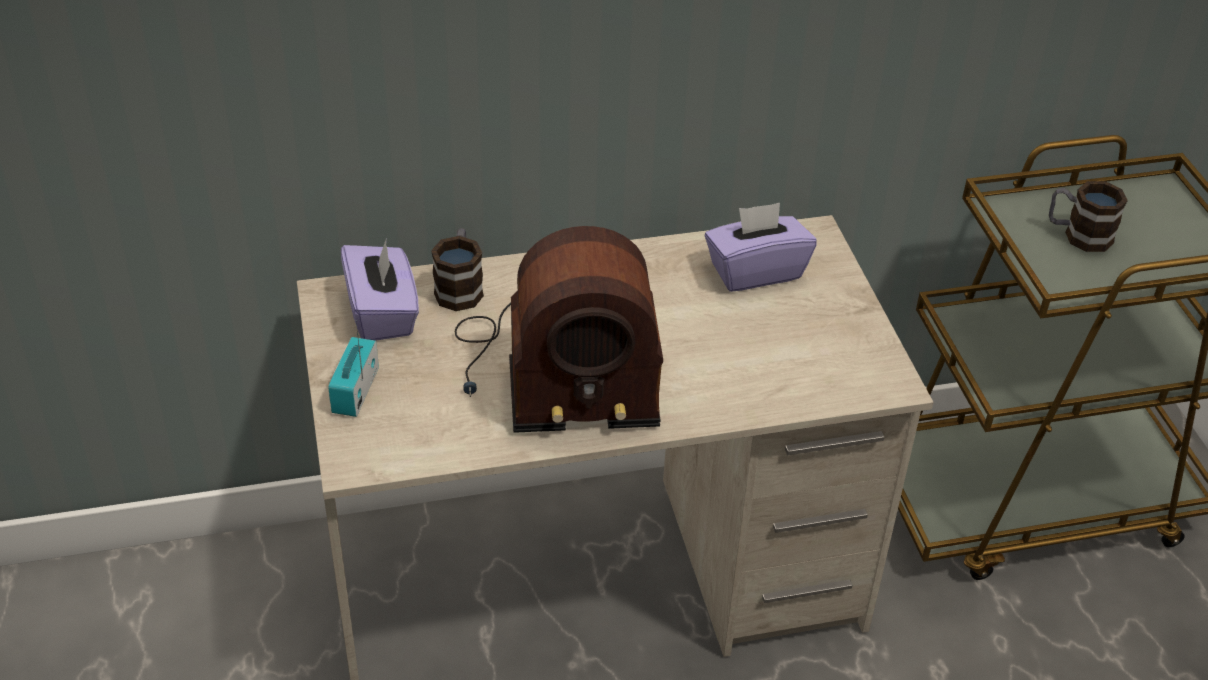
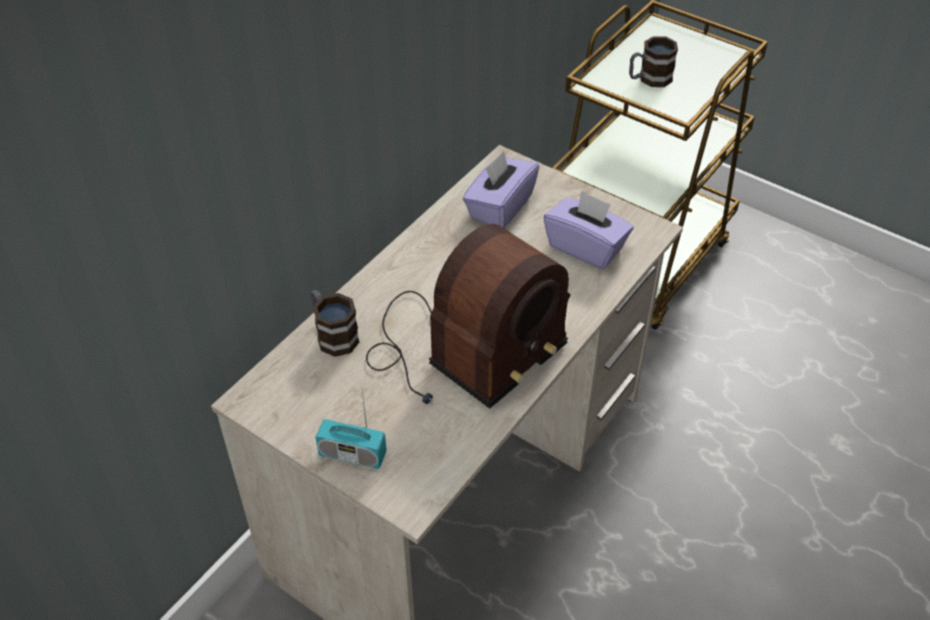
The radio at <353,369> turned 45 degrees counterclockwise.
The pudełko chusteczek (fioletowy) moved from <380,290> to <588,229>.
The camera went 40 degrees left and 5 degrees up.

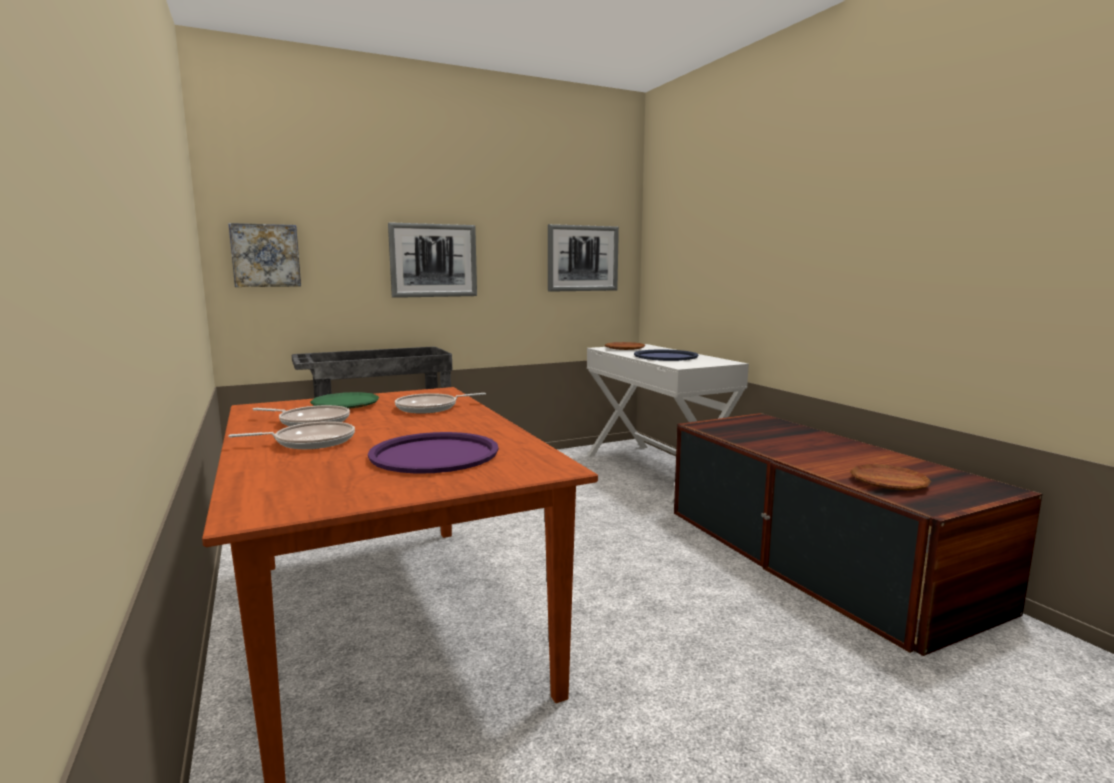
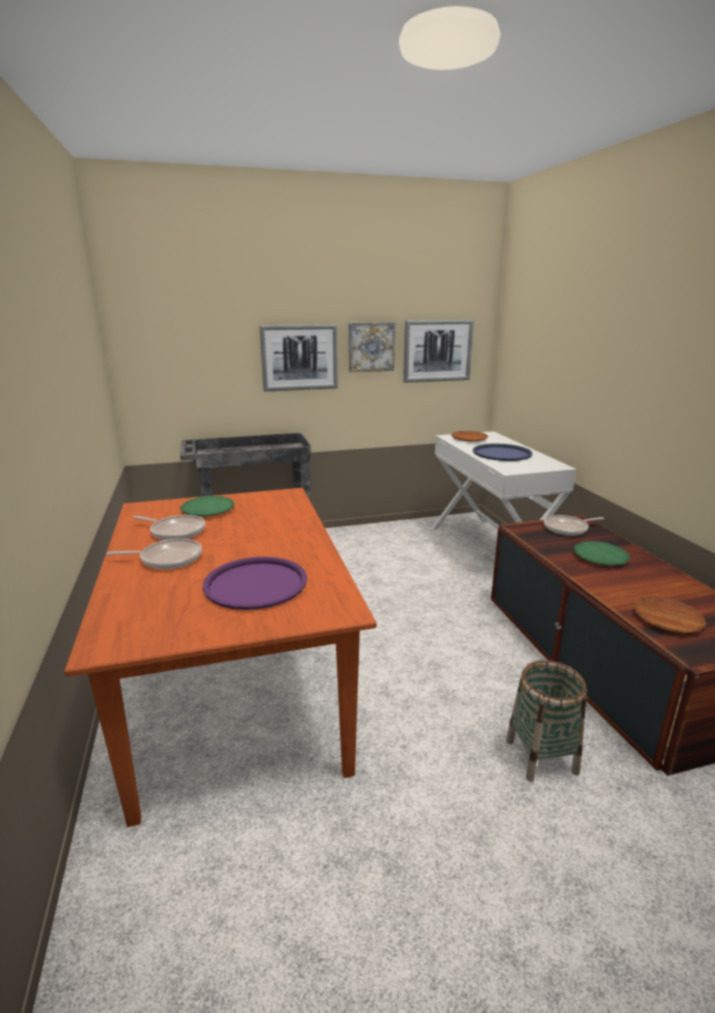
The obraz moved from <264,255> to <371,347>.
The patelnia moved from <440,403> to <574,525>.
The koszyk at <546,721> appeared.
The talerz (zielony) at <602,553> appeared.
The camera went 10 degrees right and 10 degrees up.

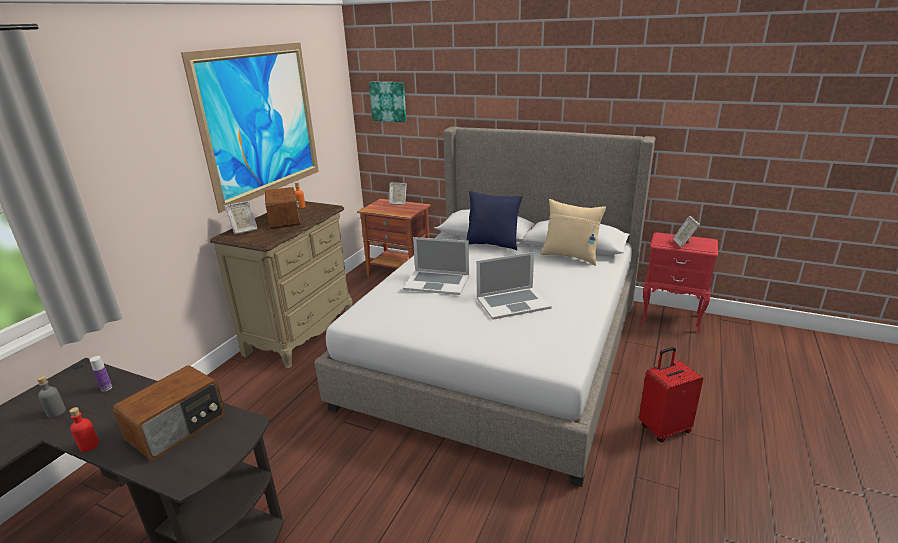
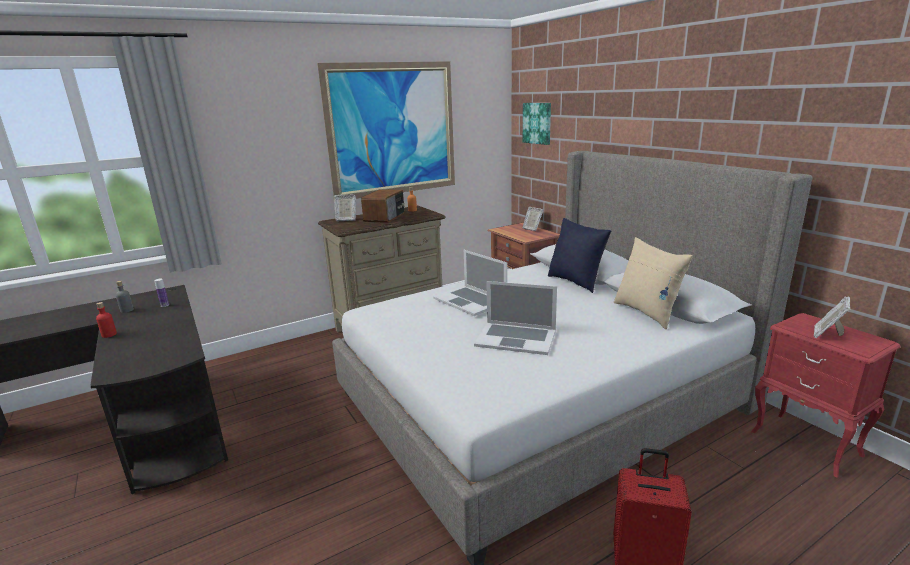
The radio at <169,412> disappeared.
The camera went 35 degrees right and 5 degrees down.

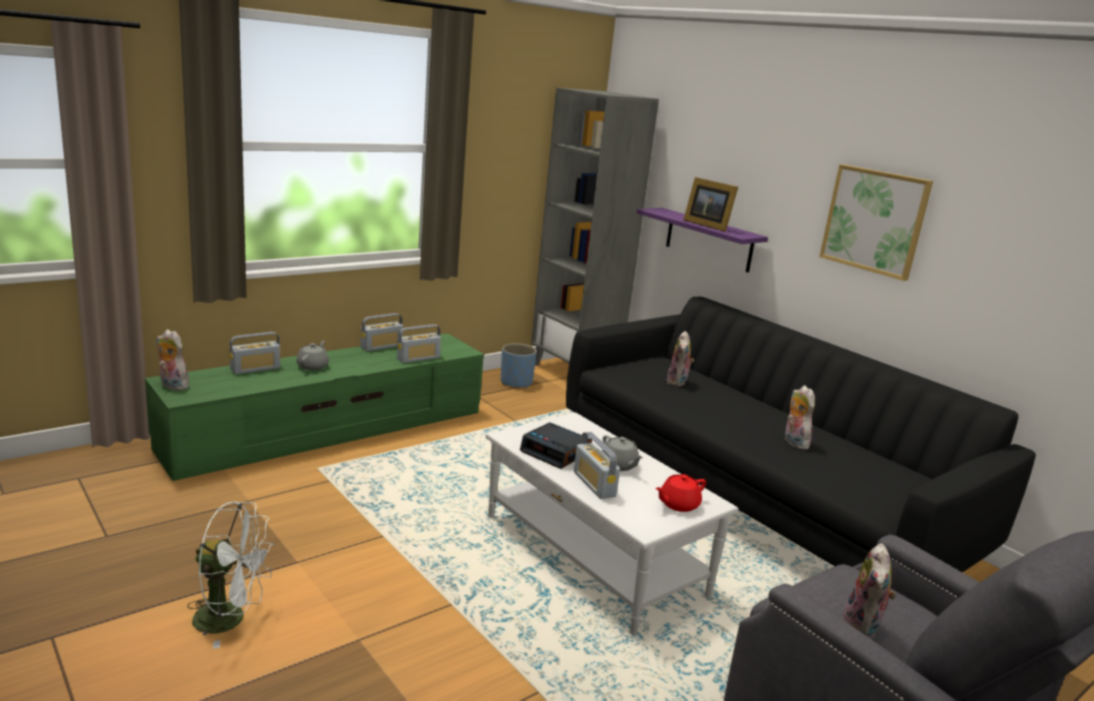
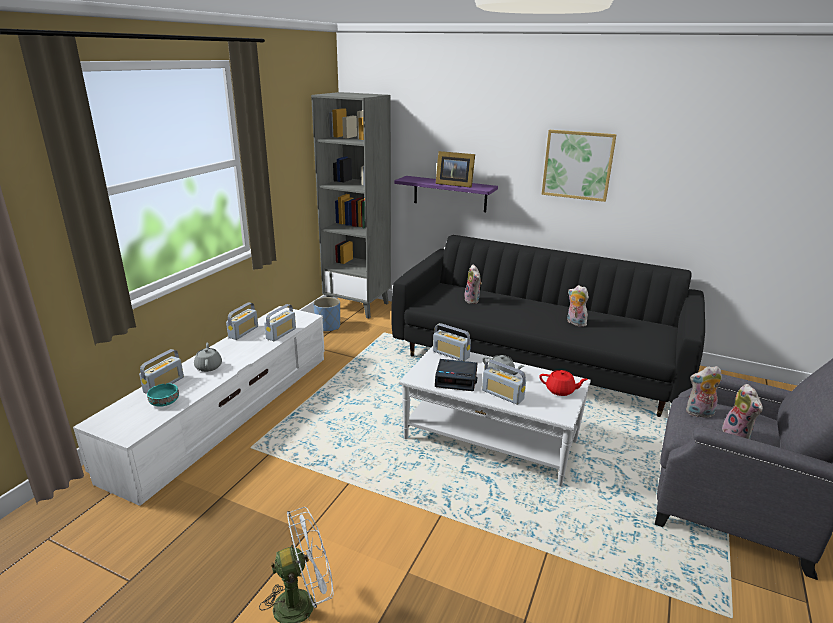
The szafka pod telewizor (zielony) at <314,407> became the szafka pod telewizor (biały) at <198,406>.
The pluszak moved from <172,359> to <704,392>.
The imbryk (czerwony) at <680,493> turned 105 degrees counterclockwise.
The miska (turkusowy) at <163,395> appeared.
The radio at <452,342> appeared.
The camera went 25 degrees left and 5 degrees up.

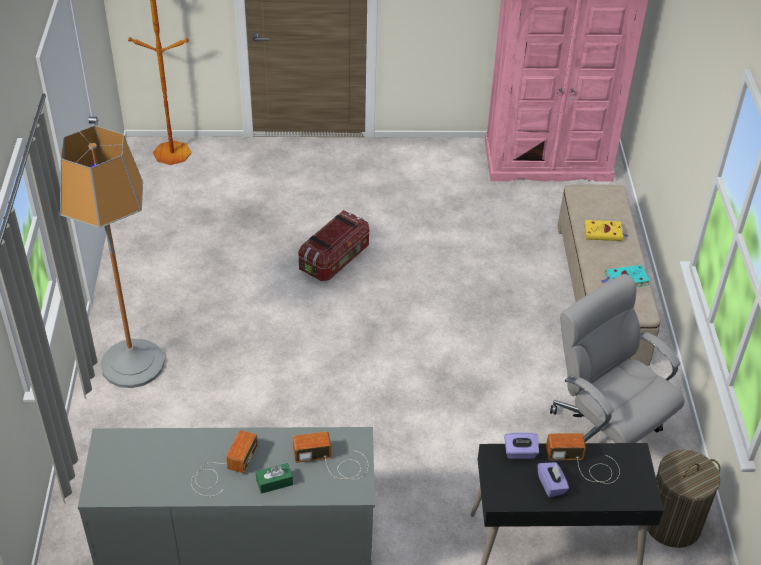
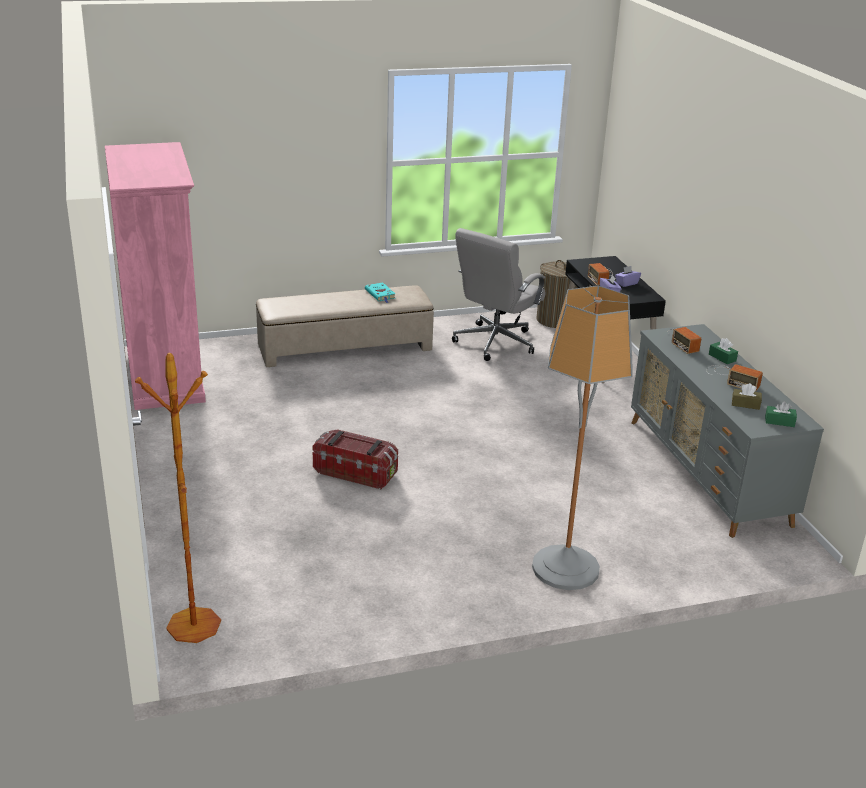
The radio at <224,463> turned 150 degrees counterclockwise.
The książka (żółty) at <606,230> disappeared.
The pudełko chusteczek (brązowy) at <747,396> appeared.
The pudełko chusteczek (zielony) at <781,414> appeared.
The camera went 105 degrees left and 15 degrees down.

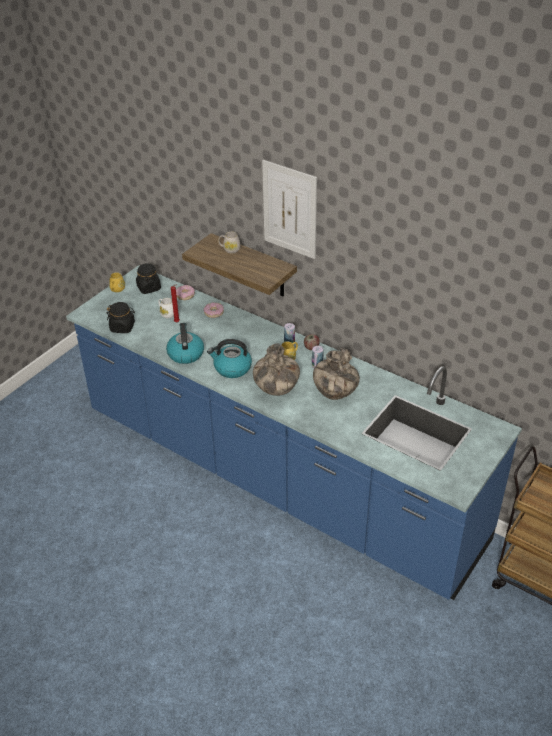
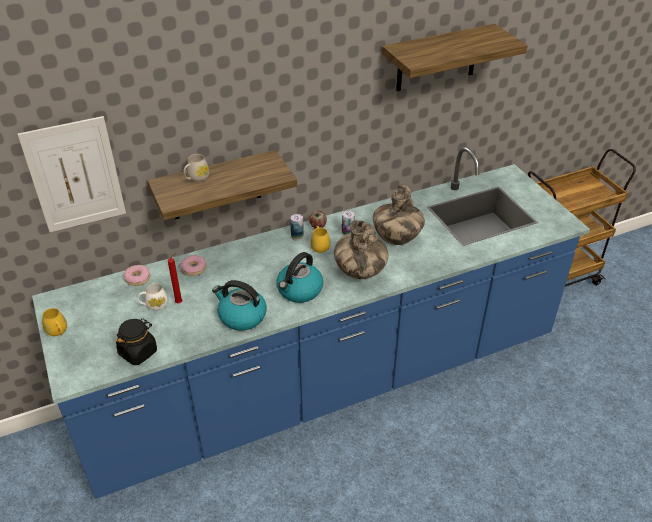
The słoik (czarny) at <148,278> disappeared.
The obraz moved from <289,209> to <72,174>.
The półka at <455,57> appeared.
The camera went 60 degrees left and 0 degrees up.

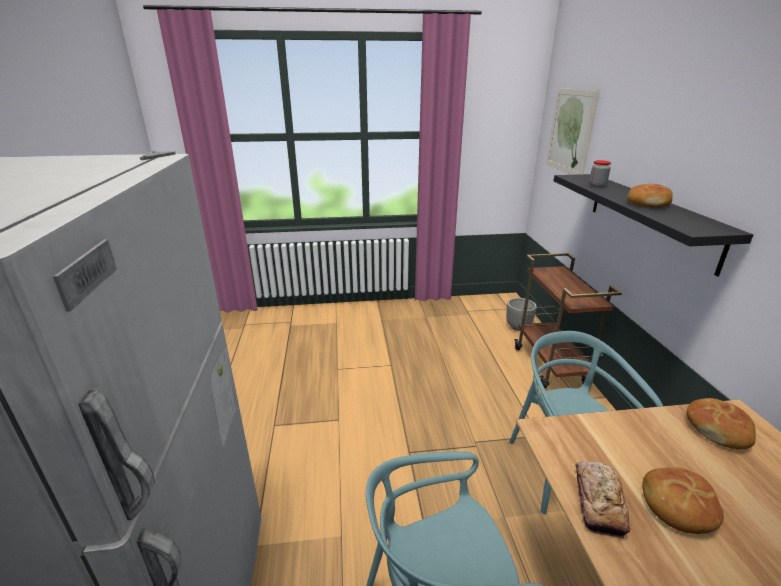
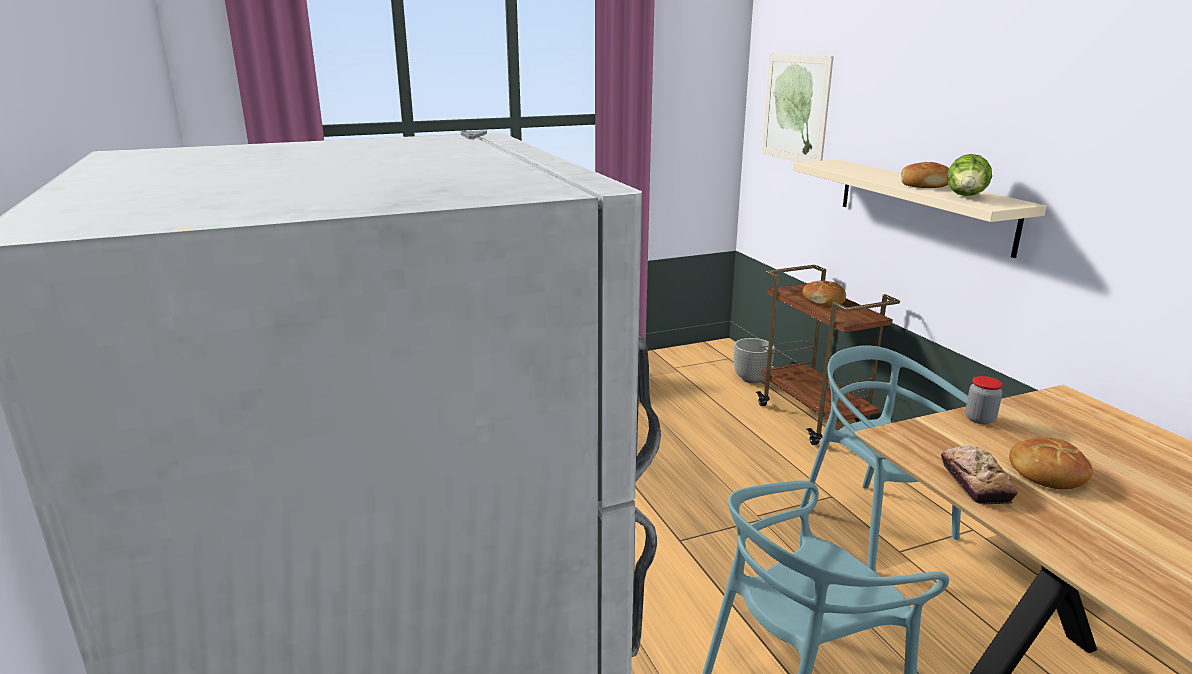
The półka (czarny) at <653,225> became the półka (beżowy) at <920,208>.
The słoik moved from <600,174> to <984,400>.
The chleb moved from <721,424> to <824,293>.
The sałata at <969,175> appeared.
The camera went 15 degrees left and 5 degrees down.

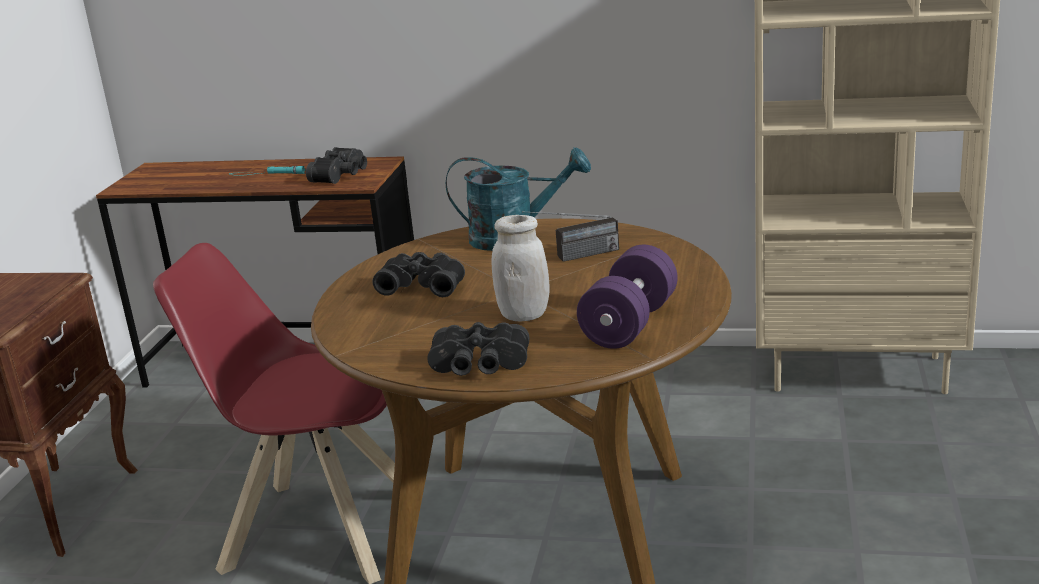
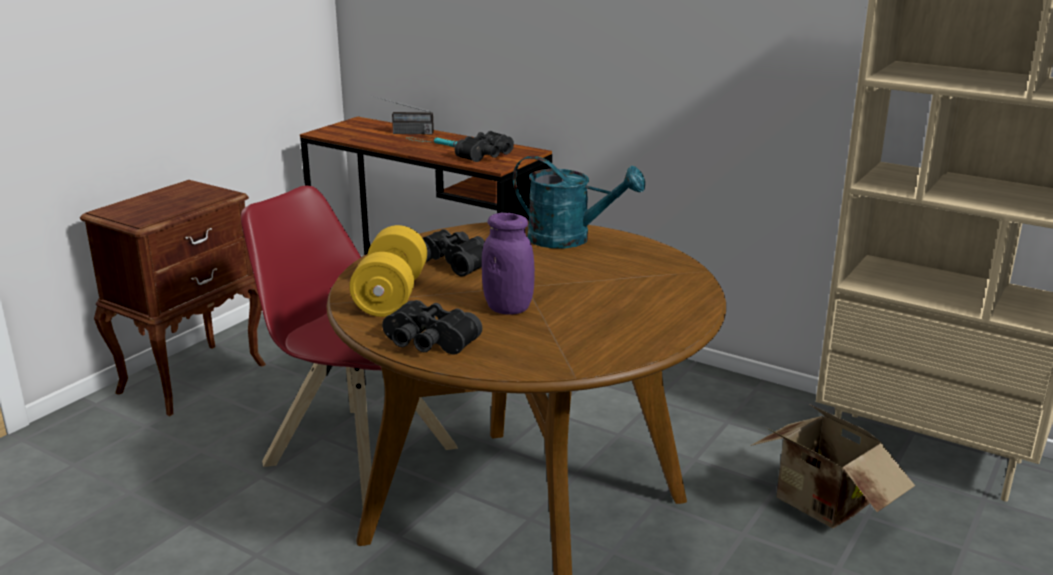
The słoik (biały) at <520,268> became the słoik (fioletowy) at <508,264>.
The radio moved from <570,236> to <402,115>.
The hantel (fioletowy) at <627,297> disappeared.
The hantel (żółty) at <388,271> appeared.
The karton at <832,466> appeared.
The camera went 20 degrees right and 0 degrees up.

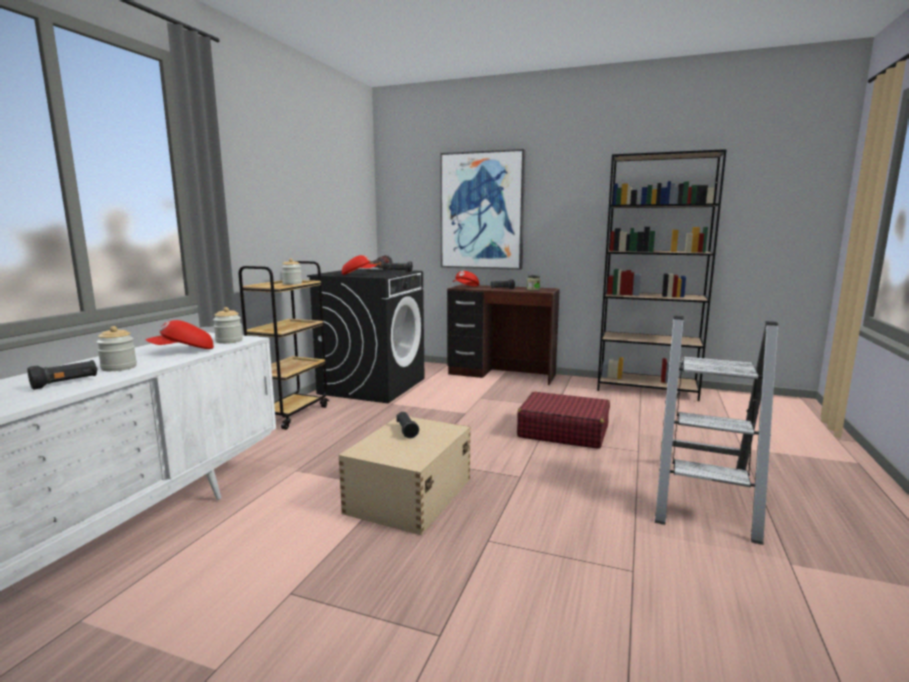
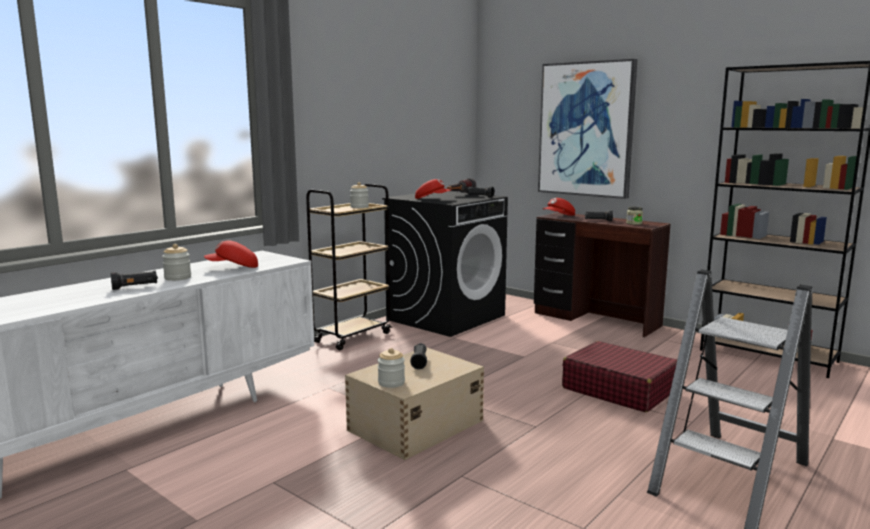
The słoik moved from <228,325> to <391,368>.
The camera went 20 degrees right and 0 degrees up.

